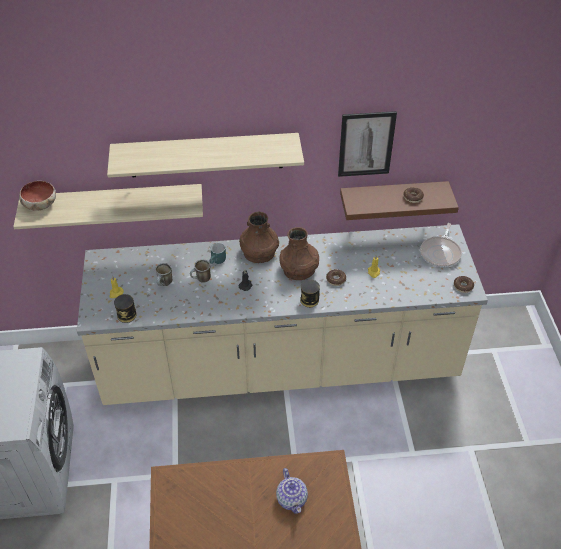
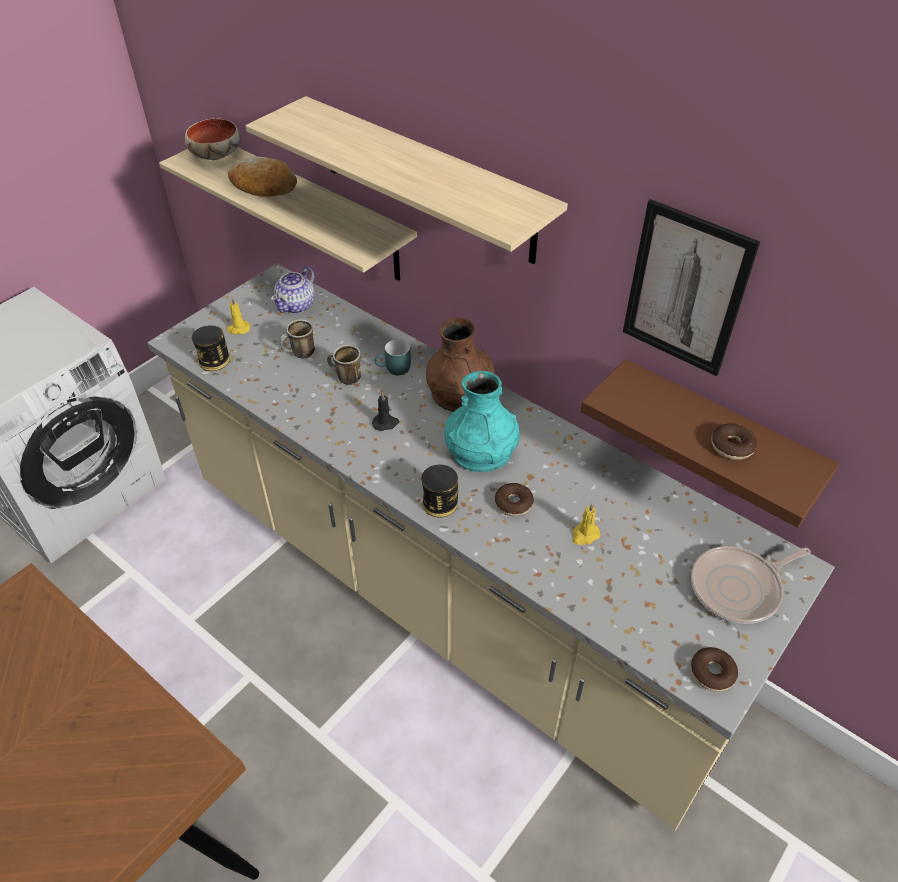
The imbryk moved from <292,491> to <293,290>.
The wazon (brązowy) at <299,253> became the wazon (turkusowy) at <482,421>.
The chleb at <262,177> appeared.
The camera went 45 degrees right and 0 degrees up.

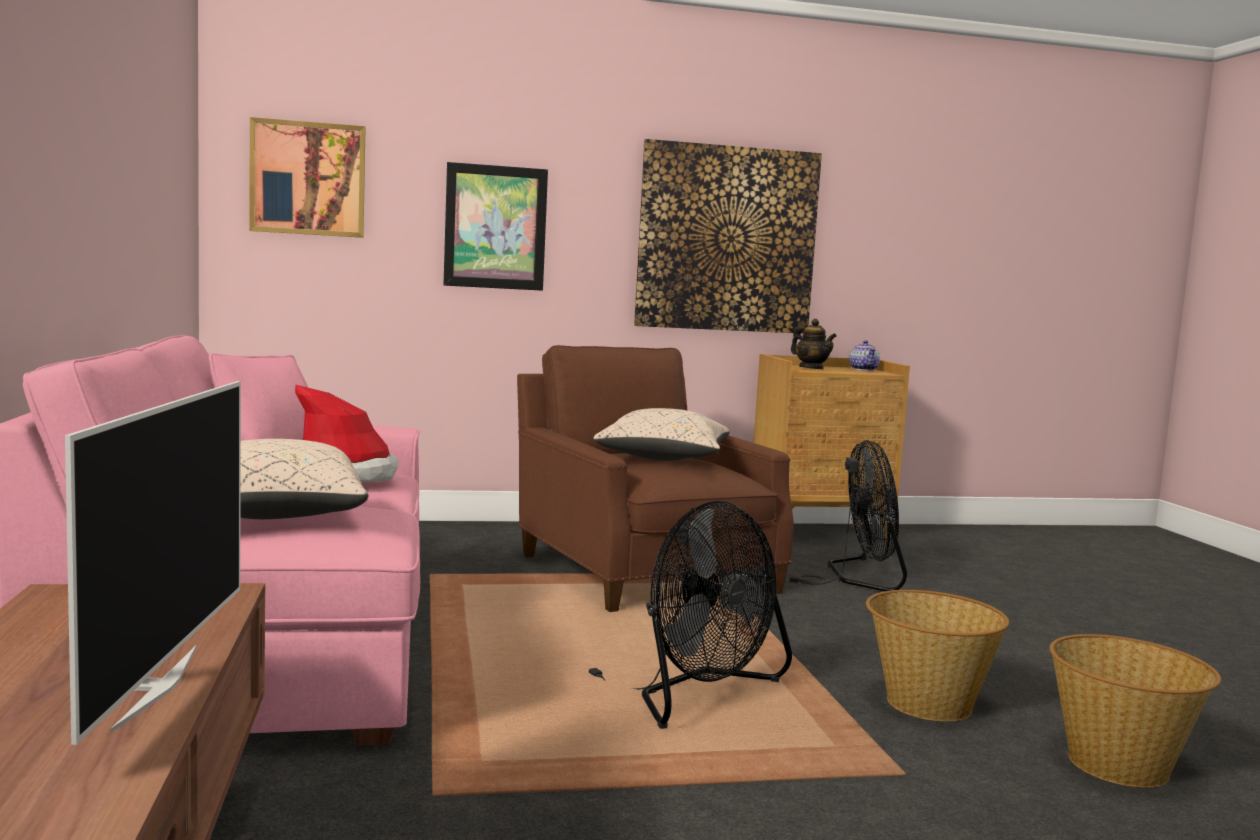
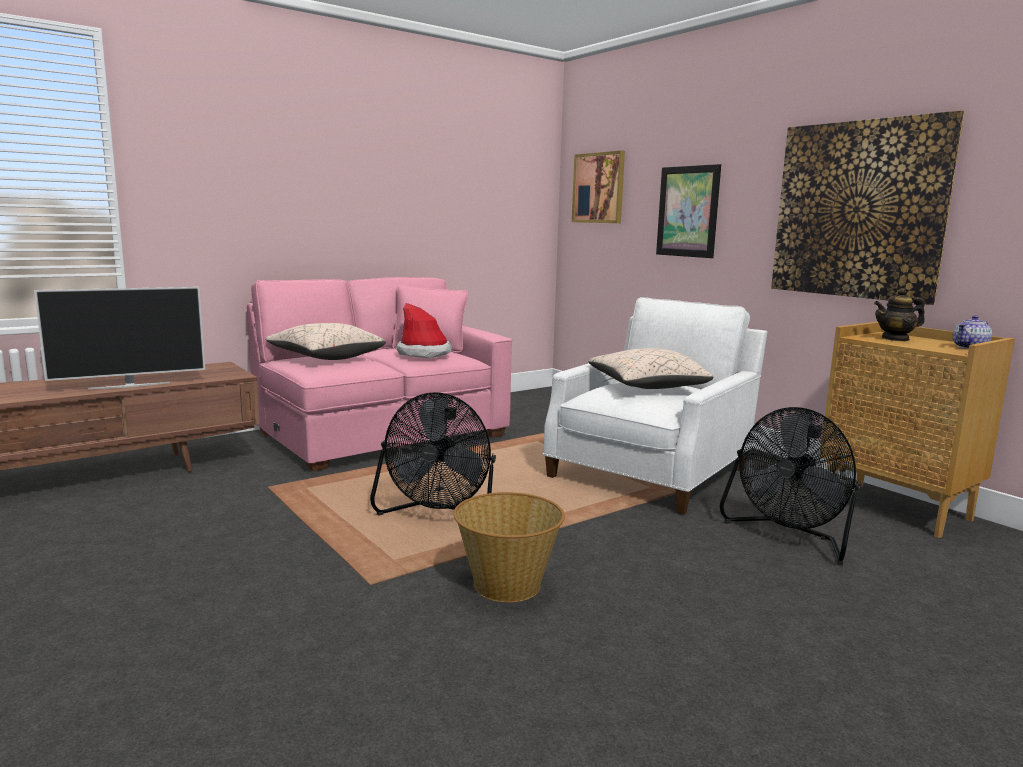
The fotel (brązowy) at <655,478> became the fotel (biały) at <655,406>.
The wentylator (czarny) at <847,515> turned 75 degrees clockwise.
The imbryk at <814,344> turned 60 degrees clockwise.
The koszyk at <1135,711> disappeared.
The camera went 65 degrees right and 5 degrees up.

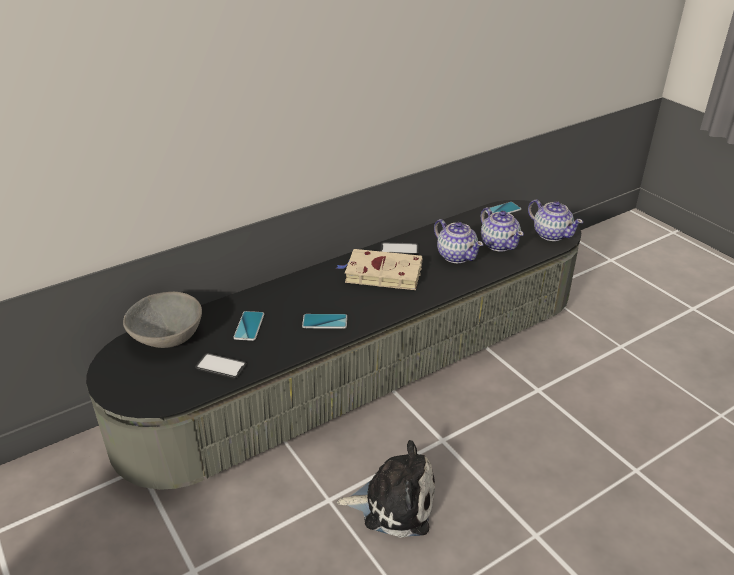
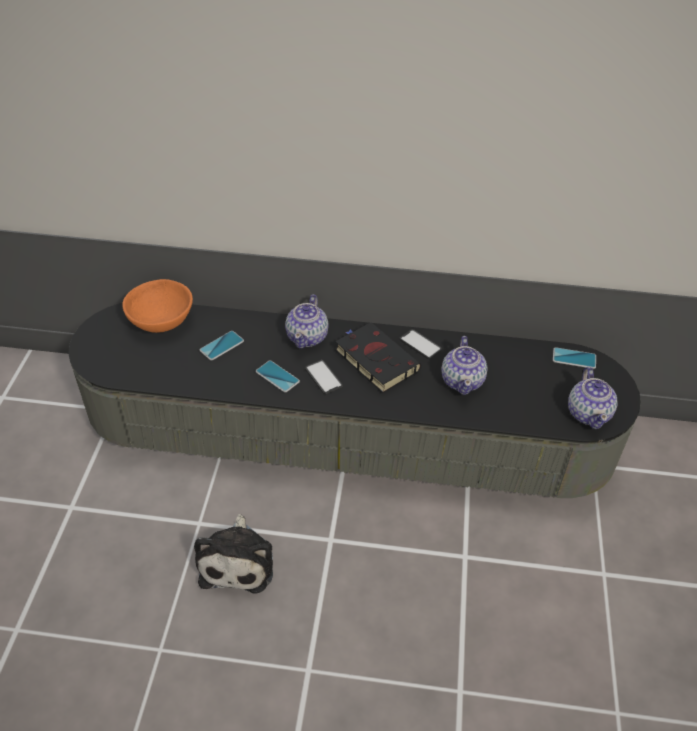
The miska (szary) at <162,320> became the miska (pomarańczowy) at <157,306>.
The telefon moved from <221,366> to <324,377>.
The książka (beżowy) at <379,269> became the książka (czarny) at <378,357>.
The pluszak at <386,489> turned 45 degrees clockwise.
The imbryk moved from <502,229> to <307,321>.
The camera went 40 degrees right and 10 degrees up.

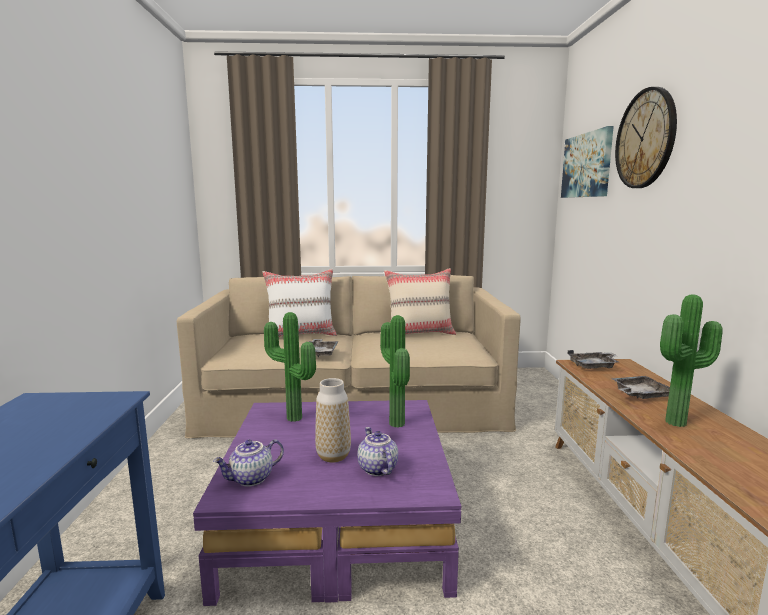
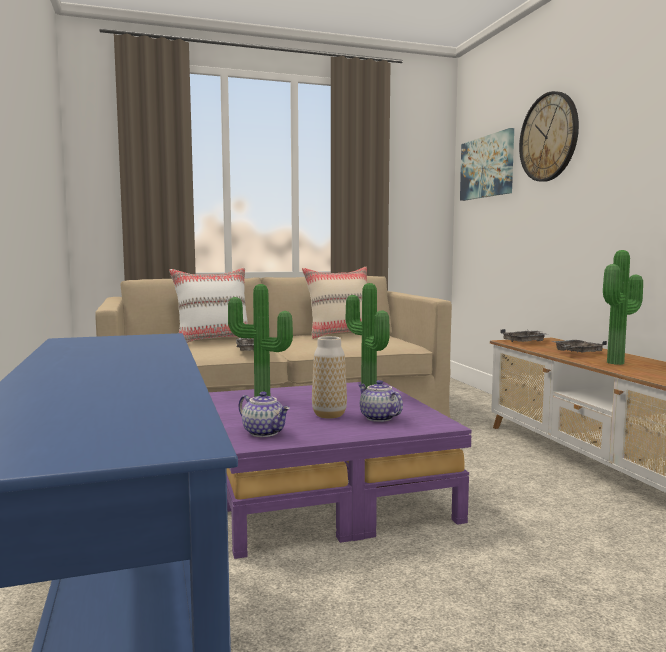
The imbryk at <248,463> turned 90 degrees counterclockwise.
The camera went 15 degrees left and 5 degrees down.

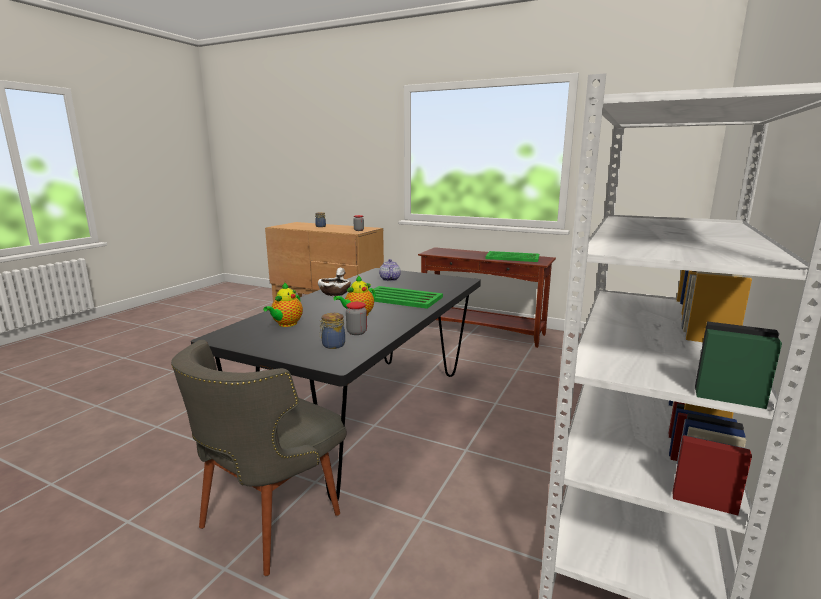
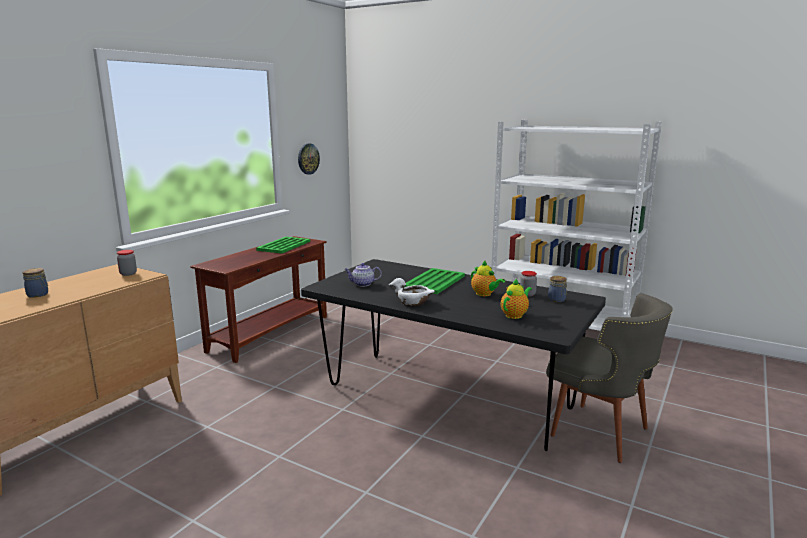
The imbryk at <283,304> turned 75 degrees counterclockwise.
The zegar ścienny at <309,159> appeared.
The camera went 85 degrees left and 0 degrees up.

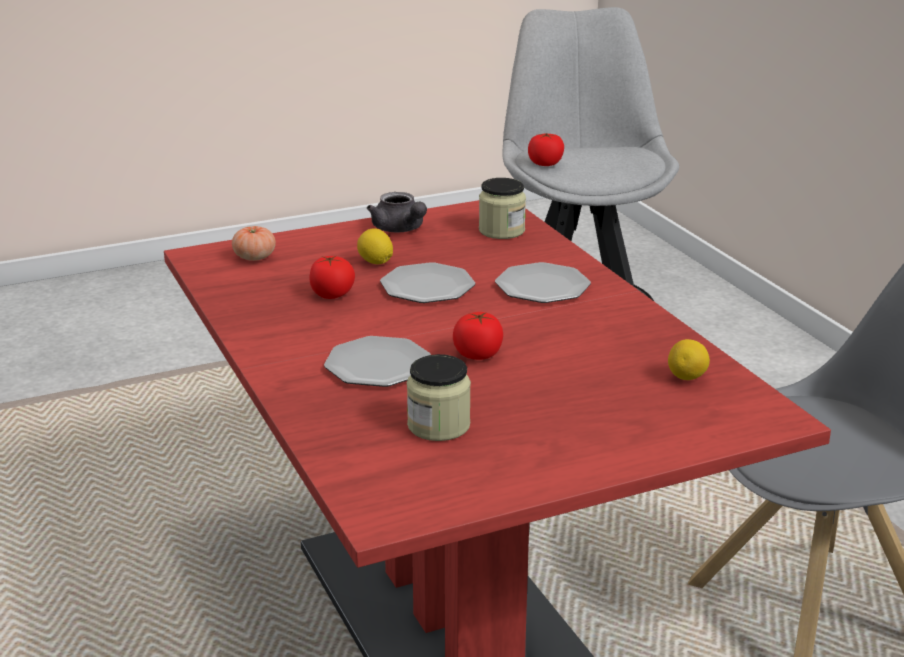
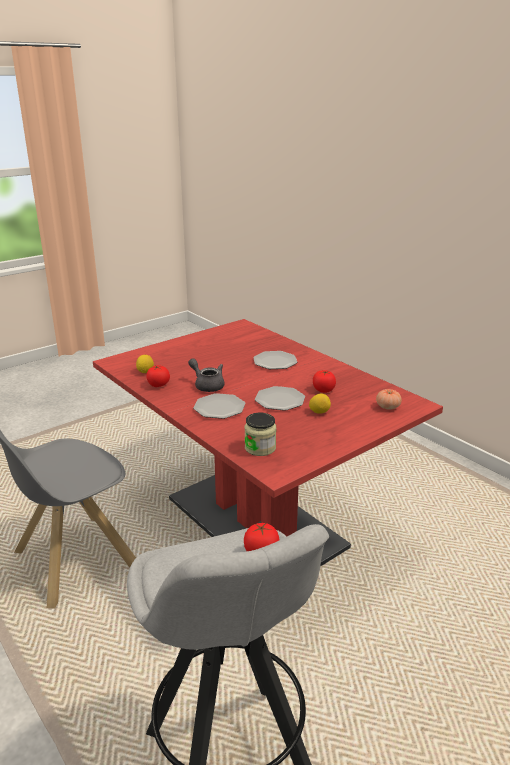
The imbryk (szary) moved from <397,212> to <206,375>.
The słoik at <439,397> disappeared.
The pomidor moved from <478,336> to <158,376>.
The camera went 165 degrees right and 0 degrees up.

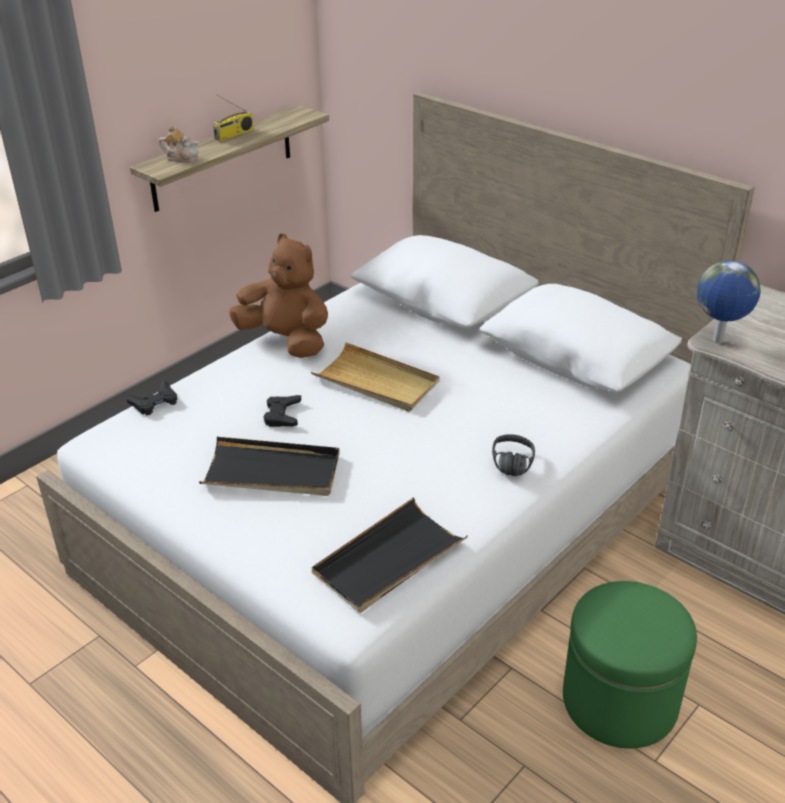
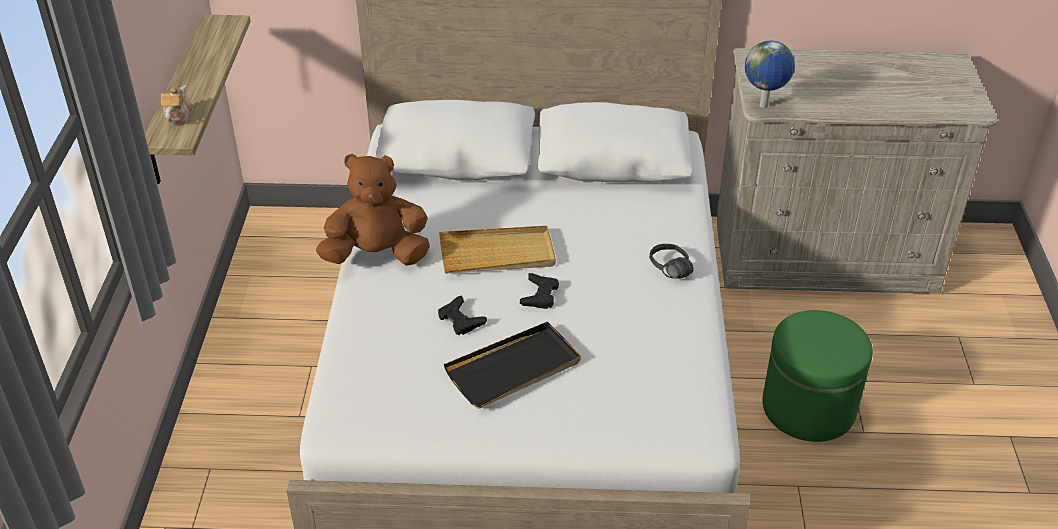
The pad do gier (czarny) moved from <152,397> to <539,291>.
The imbryk at <179,144> turned 60 degrees counterclockwise.
The radio at <233,118> disappeared.
The taca (czarny) at <390,555> disappeared.
The camera went 40 degrees left and 5 degrees up.

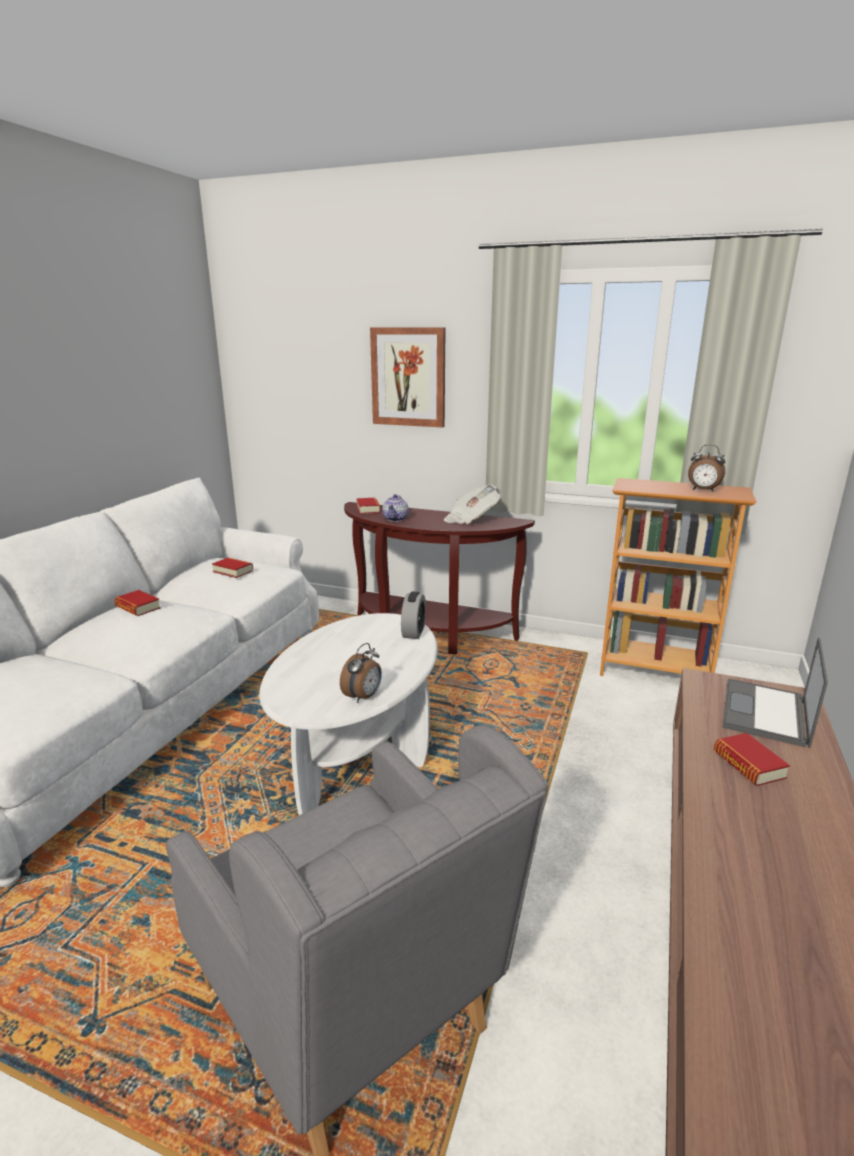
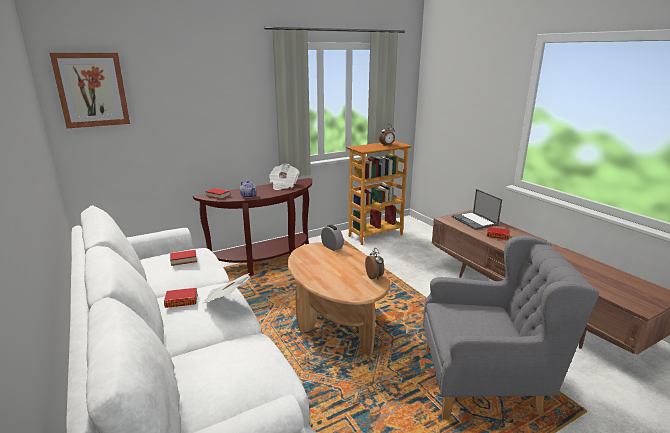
The ława (biały) at <348,714> became the ława (brązowy) at <339,299>.
The obraz moved from <408,377> to <90,90>.
The gazeta at <226,288> appeared.
The camera went 50 degrees left and 0 degrees up.

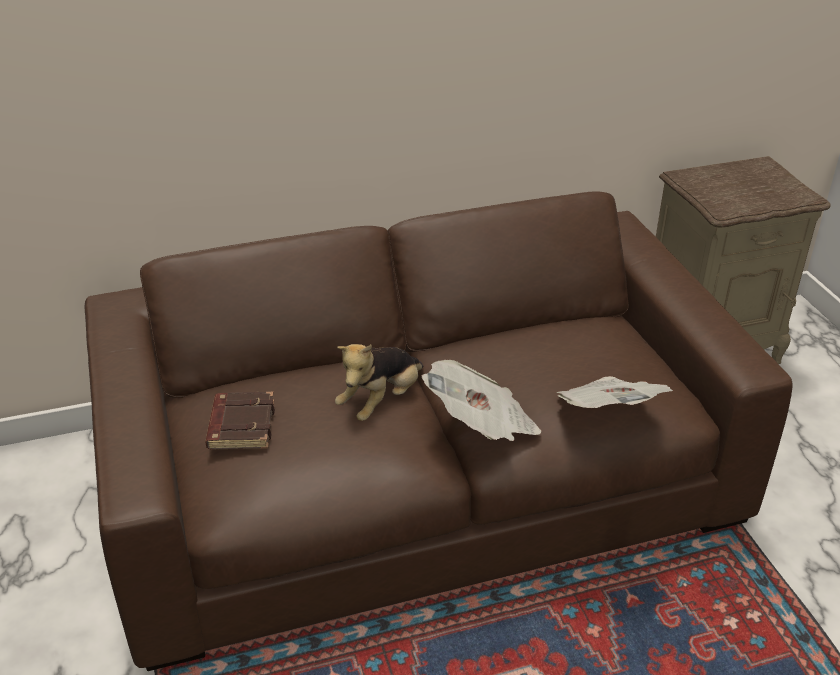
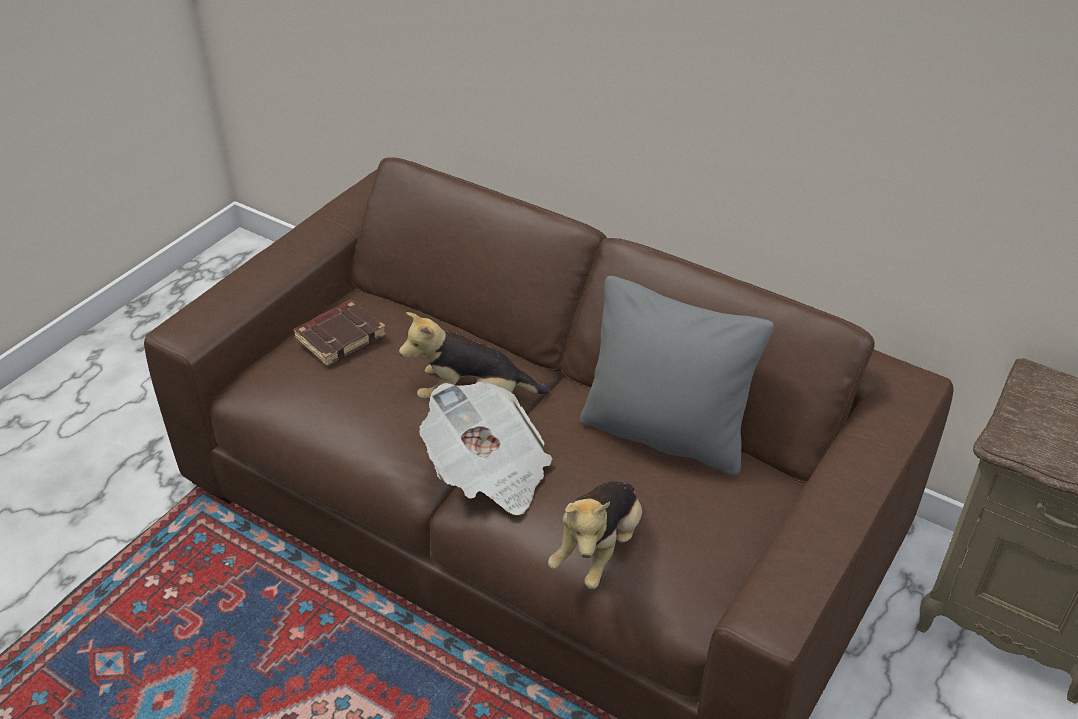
The gazeta at <615,392> was replaced by the pluszak at <595,535>.
The poduszka (szary) at <677,376> appeared.
The camera went 50 degrees right and 5 degrees up.

